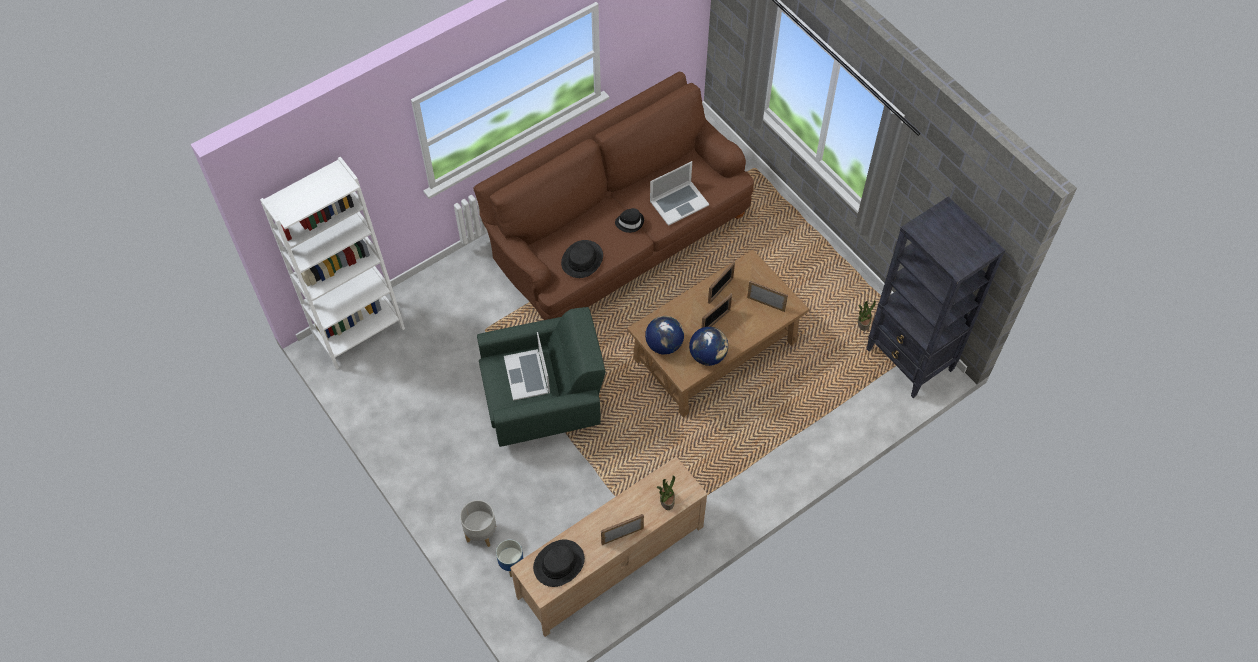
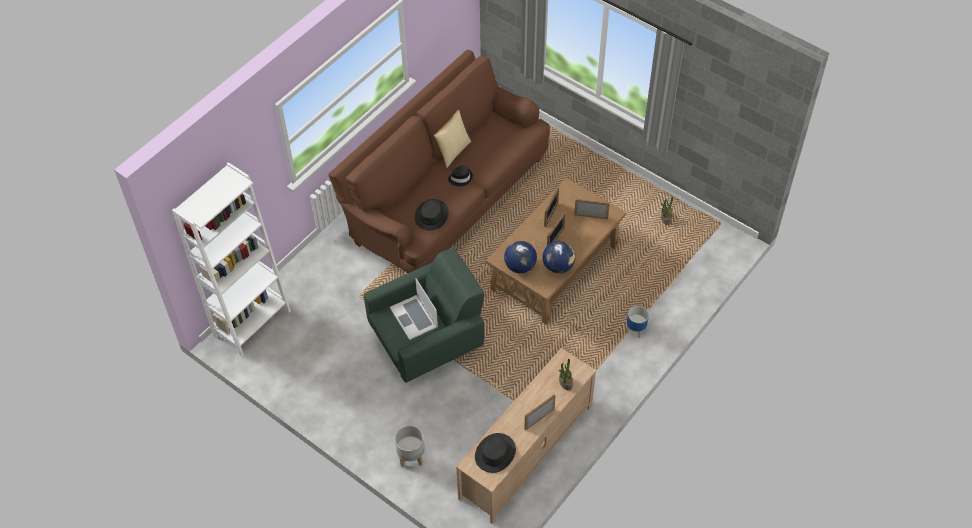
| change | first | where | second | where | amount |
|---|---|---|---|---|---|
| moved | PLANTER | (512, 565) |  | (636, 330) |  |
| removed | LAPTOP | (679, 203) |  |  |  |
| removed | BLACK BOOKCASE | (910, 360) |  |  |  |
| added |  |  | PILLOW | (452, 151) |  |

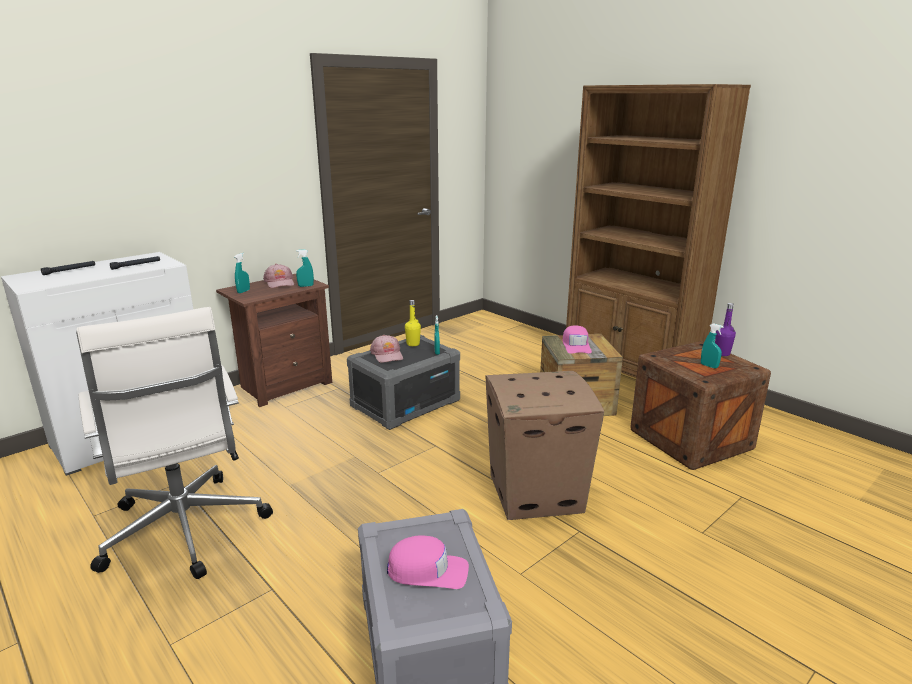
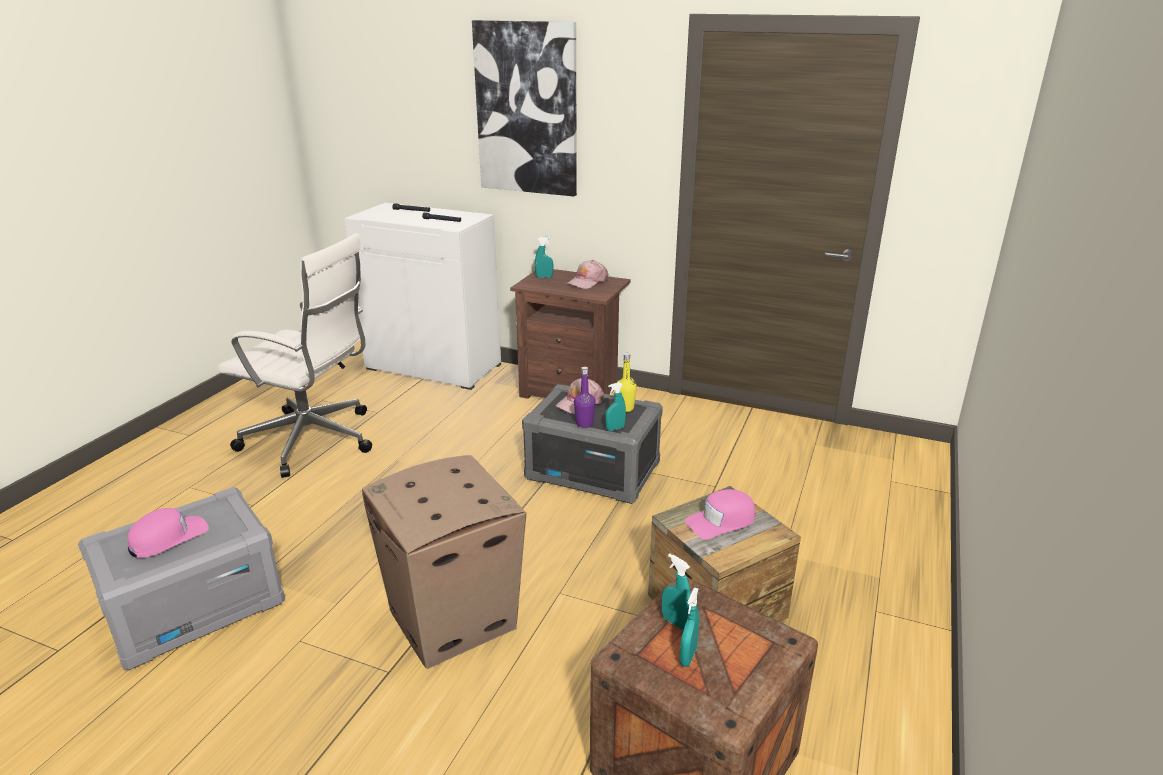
| change | first | where | second | where | amount |
|---|---|---|---|---|---|
| turned | WHITE OFFICE CHAIR | (184, 531) |  | (313, 441) | 105 degrees counterclockwise |
| moved | TURQUOISE SPRAY BOTTLE | (306, 286) |  | (675, 622) |  |
| turned | PINK CAP | (428, 571) |  | (169, 537) | 120 degrees counterclockwise |
| removed | BROWN BOOKCASE | (630, 376) |  |  |  |
| moved | PURPLE BOTTLE | (722, 353) |  | (584, 423) |  |
| added |  |  | PICTURE | (527, 109) |  |

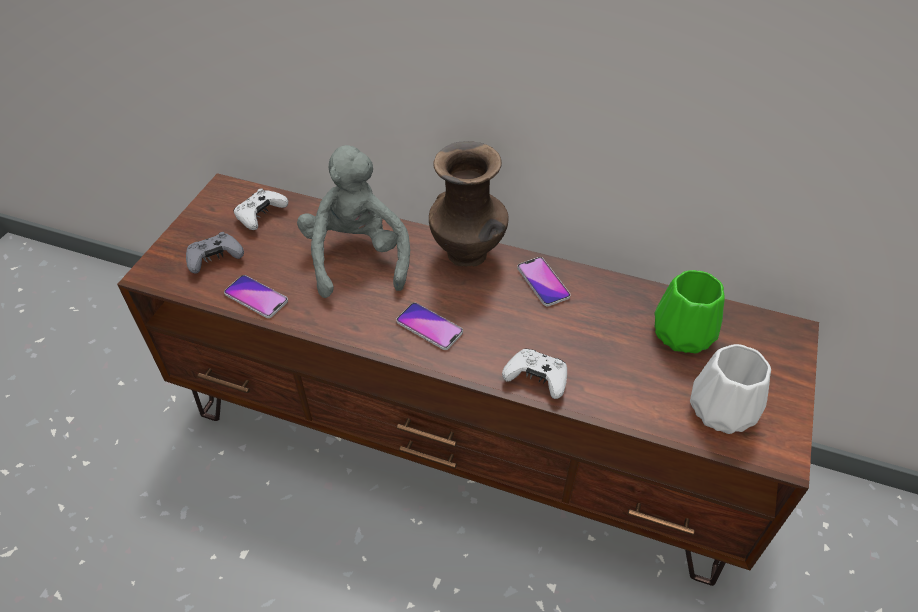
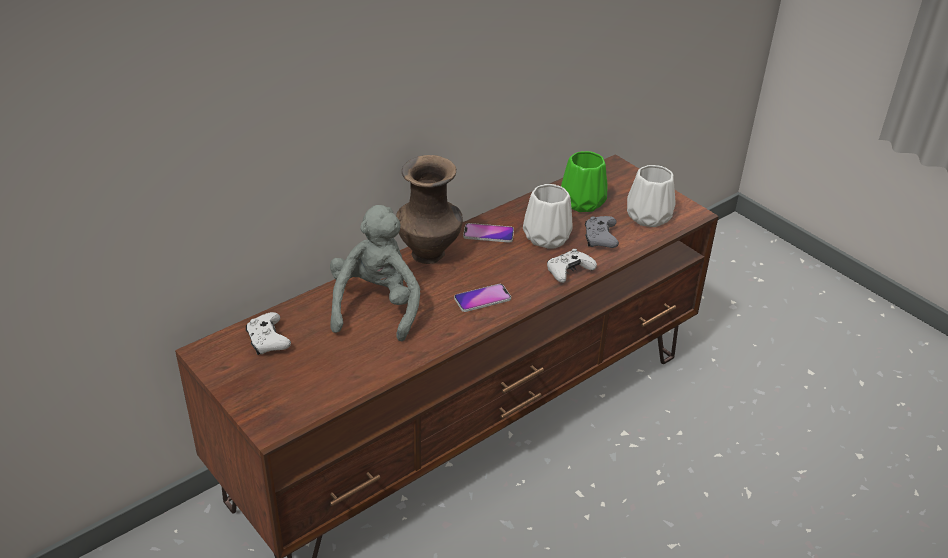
| change | first | where | second | where | amount |
|---|---|---|---|---|---|
| moved | GREY GAME CONTROLLER | (215, 259) |  | (600, 239) |  |
| removed | PHONE | (256, 297) |  |  |  |
| turned | GREY PLUSH TOY | (357, 257) |  | (376, 306) | 75 degrees clockwise |
| added |  |  | WHITE VASE | (548, 237) |  |

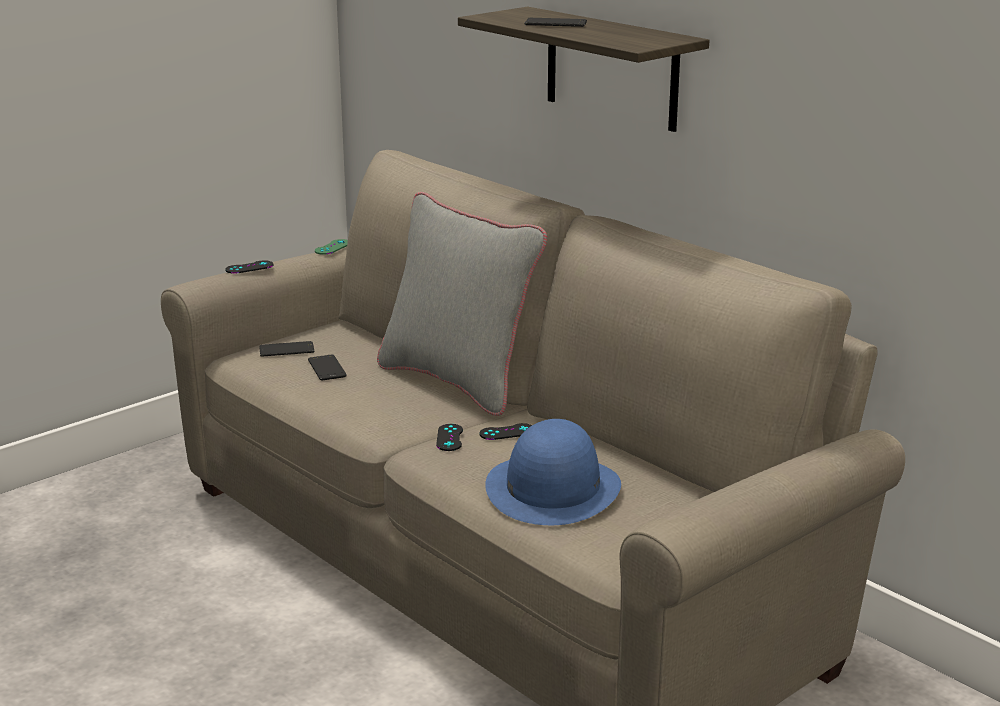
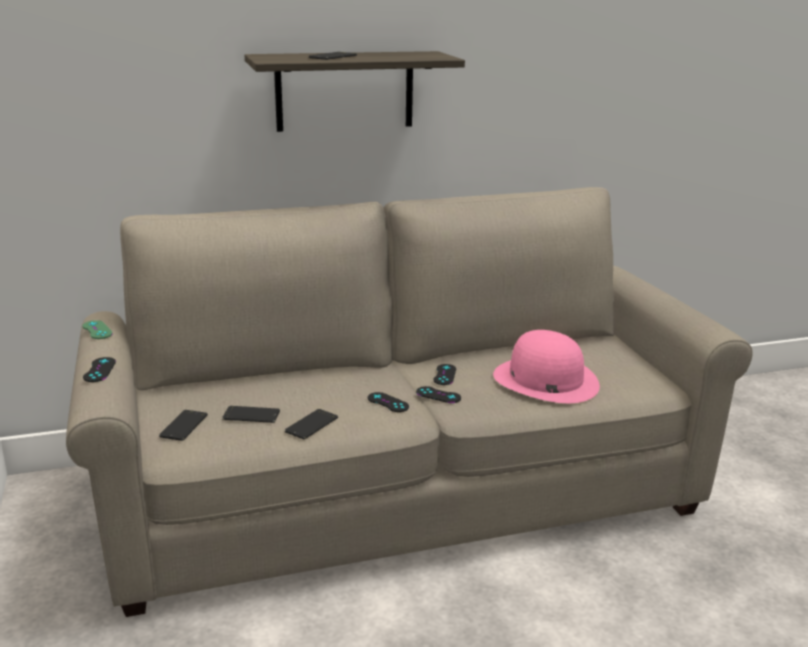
| change | first | where | second | where | amount |
|---|---|---|---|---|---|
| removed | GREY PILLOW | (458, 381) |  |  |  |
| recoloured | BLUE HAT | (552, 488) | PINK HAT | (545, 380) |  |
| added |  |  | PHONE | (312, 425) |  |
| added |  |  | BLACK GAME CONTROLLER | (388, 402) |  |

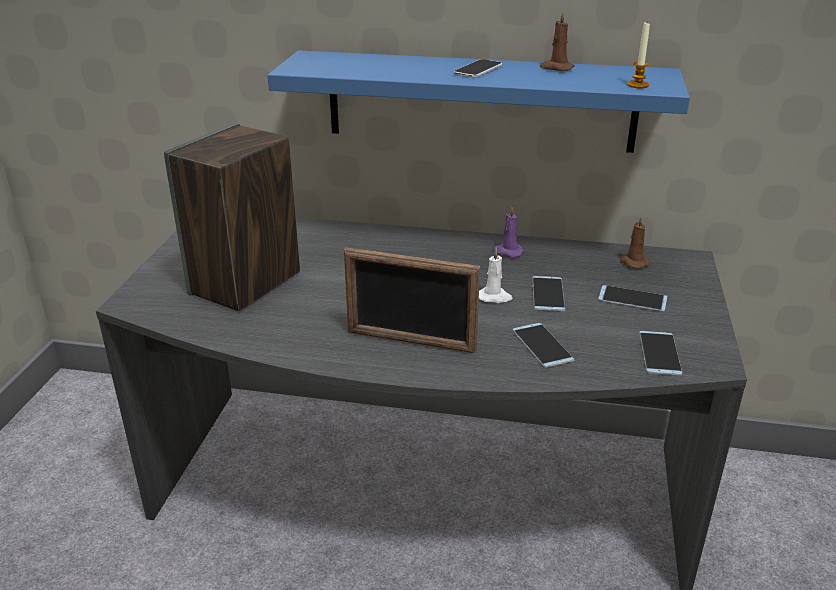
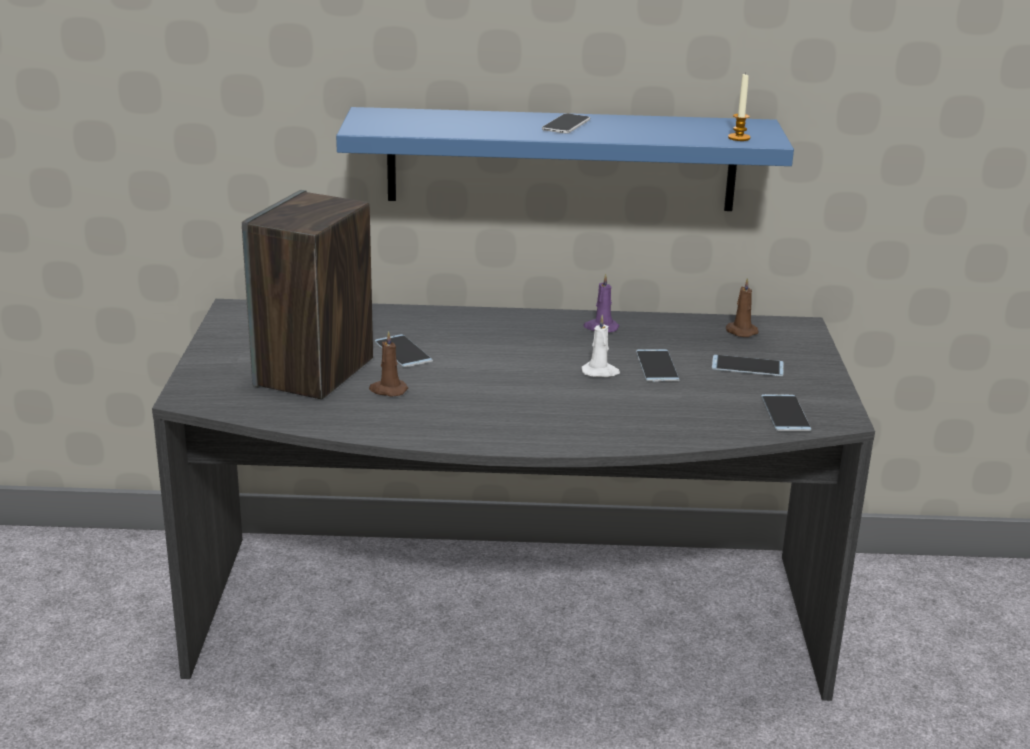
| change | first | where | second | where | amount |
|---|---|---|---|---|---|
| removed | PICTURE FRAME | (410, 341) |  |  |  |
| moved | PHONE | (542, 345) |  | (403, 351) |  |
| moved | BROWN CANDLE | (556, 68) |  | (387, 390) |  |

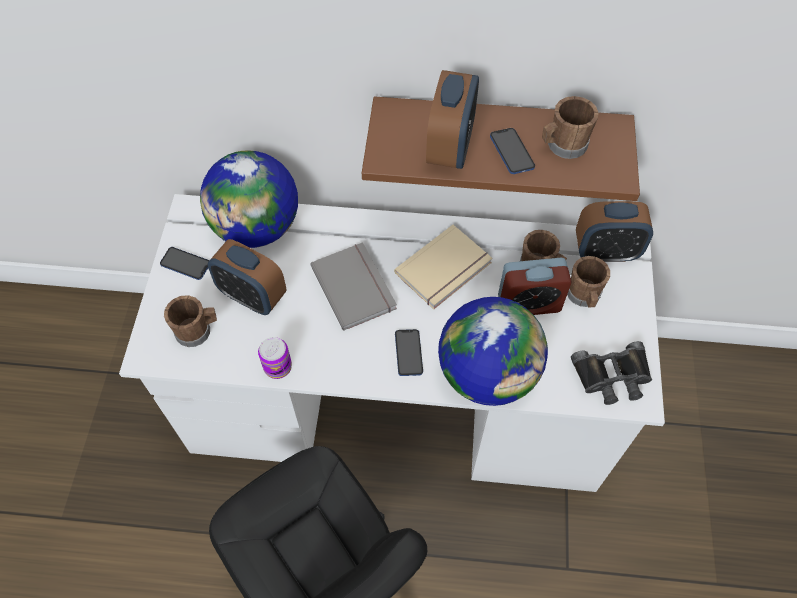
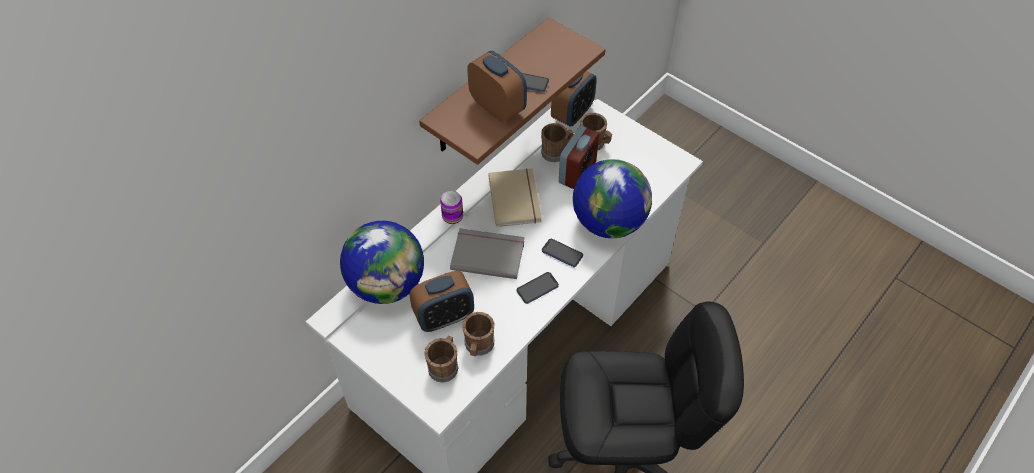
| change | first | where | second | where | amount |
|---|---|---|---|---|---|
| moved | PHONE | (185, 264) |  | (537, 288) |  |
| moved | CAN | (278, 367) |  | (452, 216) |  |
| moved | BROWN MUG | (563, 146) |  | (478, 346) |  |
| removed | BLACK BINOCULARS | (612, 376) |  |  |  |

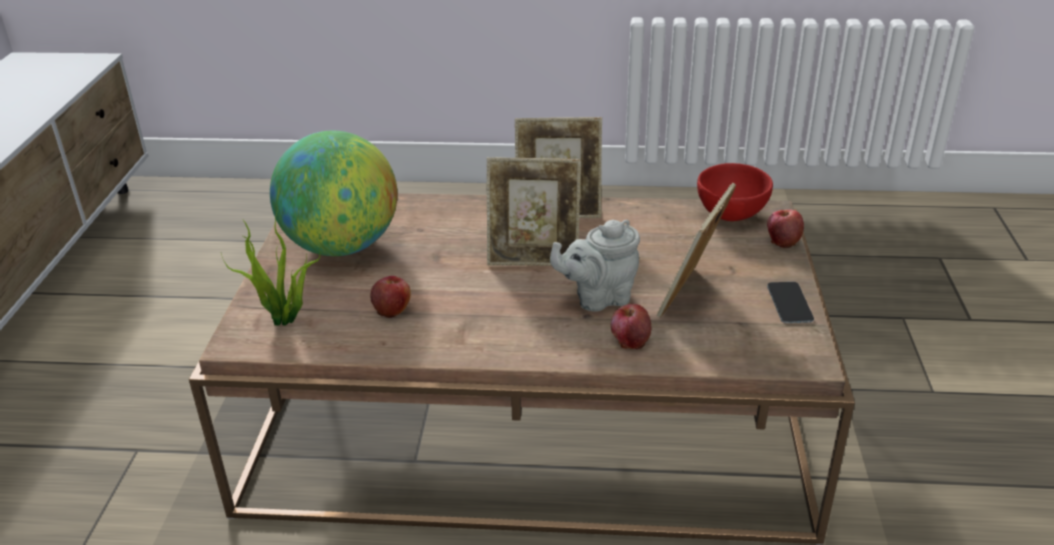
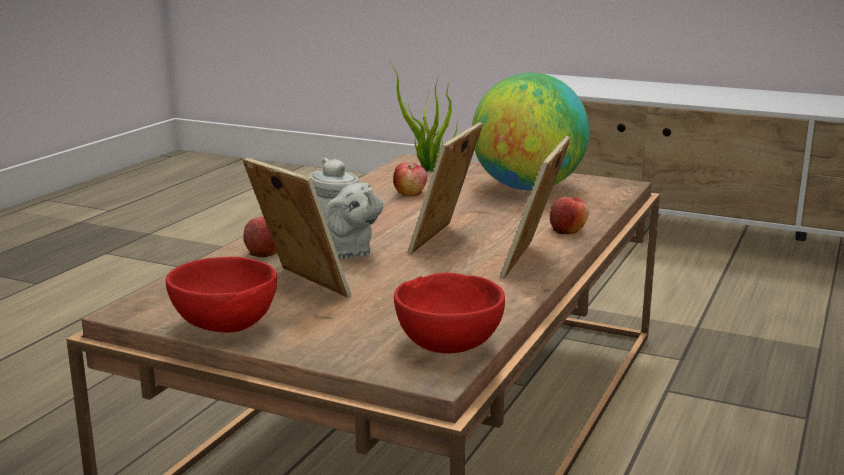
| change | first | where | second | where | amount |
|---|---|---|---|---|---|
| turned | GREY TEAPOT | (598, 298) |  | (344, 252) | 135 degrees clockwise |
| moved | APPLE | (783, 240) |  | (568, 230) |  |
| replaced | PHONE | (789, 303) | RED BOWL | (225, 327) |  |

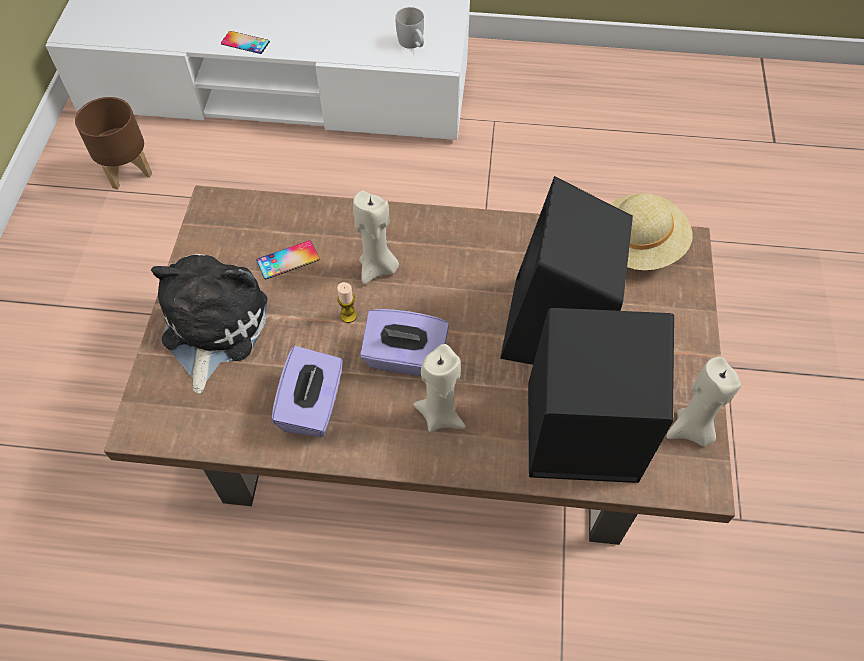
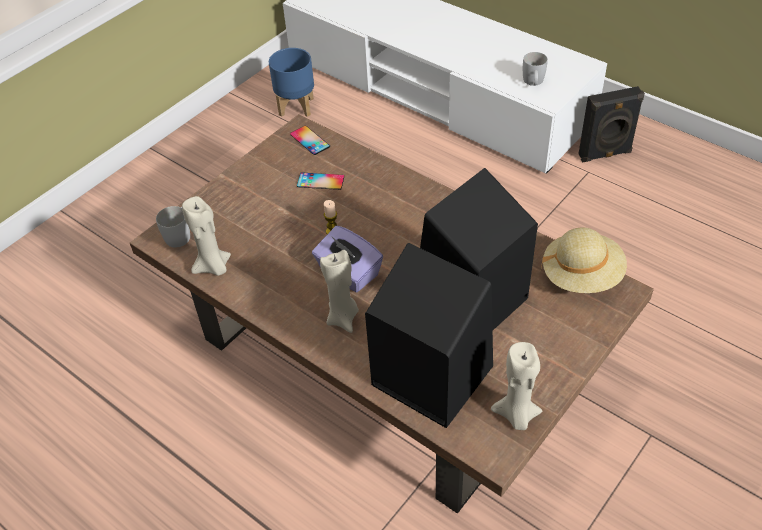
| change | first | where | second | where | amount |
|---|---|---|---|---|---|
| recoloured | BROWN PLANTER | (126, 170) | BLUE PLANTER | (295, 106) |  |
| removed | PLUSH TOY | (212, 328) |  |  |  |
| moved | PHONE | (245, 43) |  | (310, 140) |  |
| removed | PURPLE TISSUE BOX | (313, 406) |  |  |  |
| moved | BEIGE CANDLE | (378, 268) |  | (213, 267) |  |
| added |  |  | WHITE MUG | (180, 235) |  |
| added |  |  | BLACK SPEAKER | (605, 154) |  |

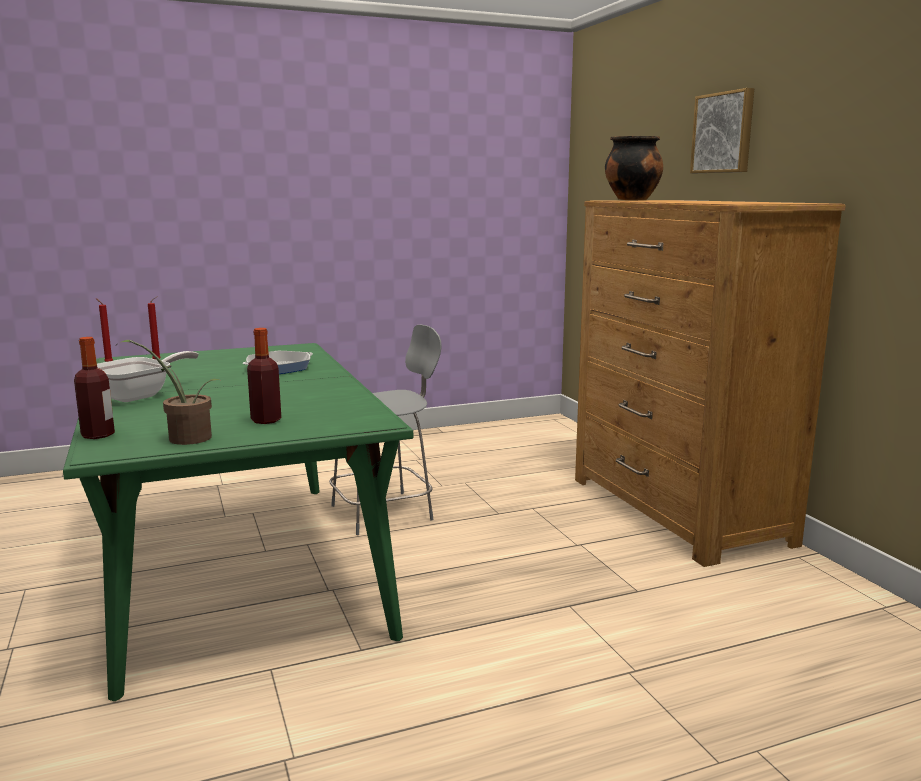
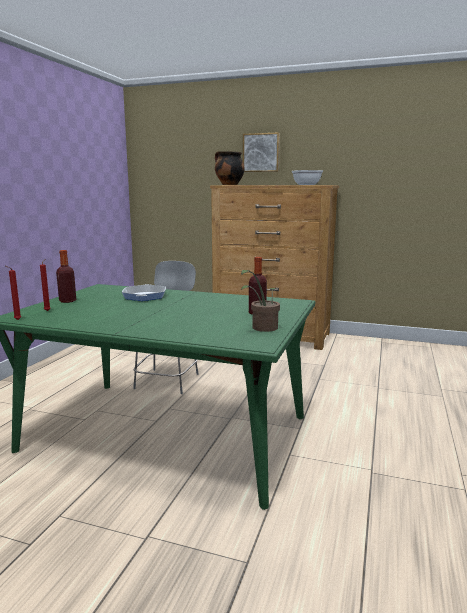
| change | first | where | second | where | amount |
|---|---|---|---|---|---|
| moved | BOTTLE | (98, 435) |  | (67, 301) |  |
| moved | FRYING PAN | (140, 396) |  | (305, 185) |  |

